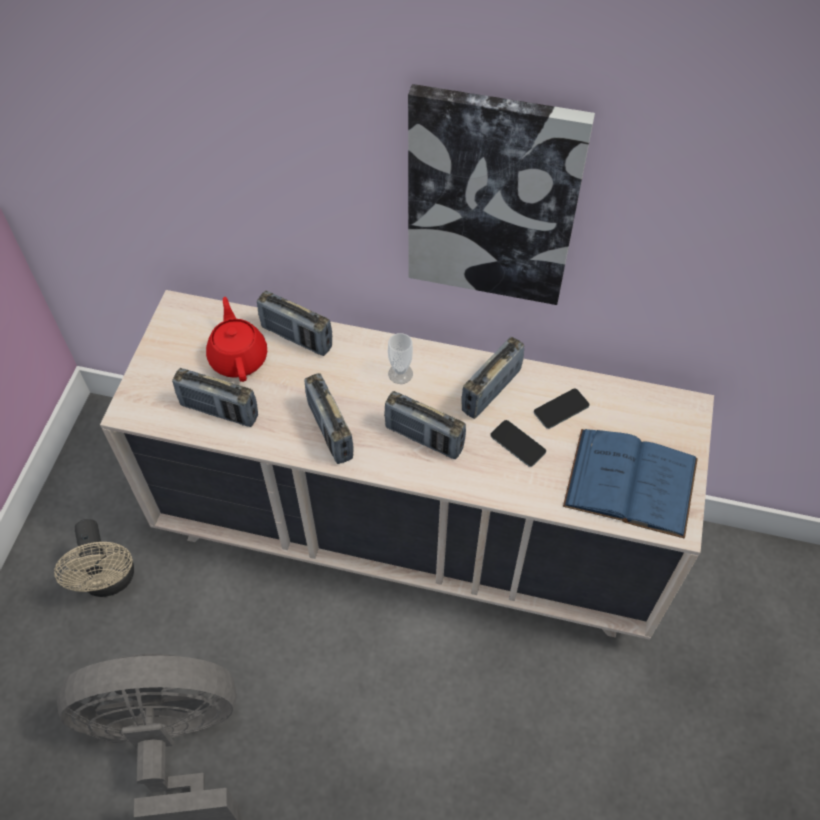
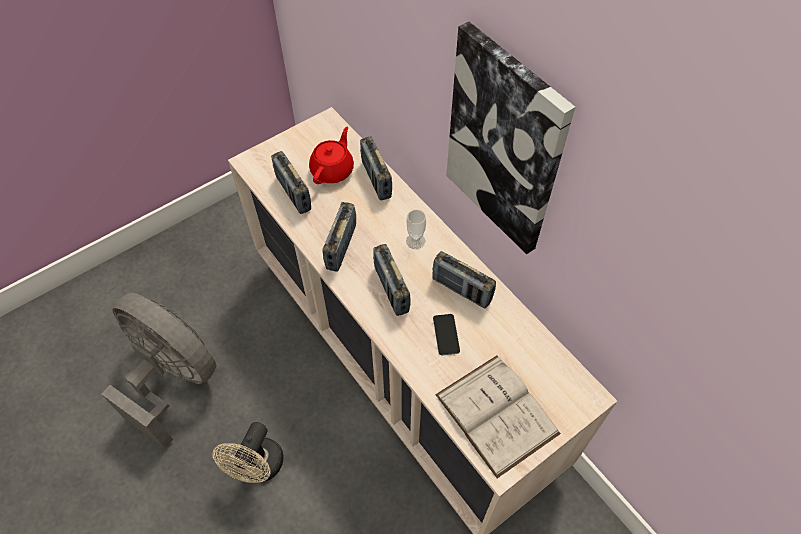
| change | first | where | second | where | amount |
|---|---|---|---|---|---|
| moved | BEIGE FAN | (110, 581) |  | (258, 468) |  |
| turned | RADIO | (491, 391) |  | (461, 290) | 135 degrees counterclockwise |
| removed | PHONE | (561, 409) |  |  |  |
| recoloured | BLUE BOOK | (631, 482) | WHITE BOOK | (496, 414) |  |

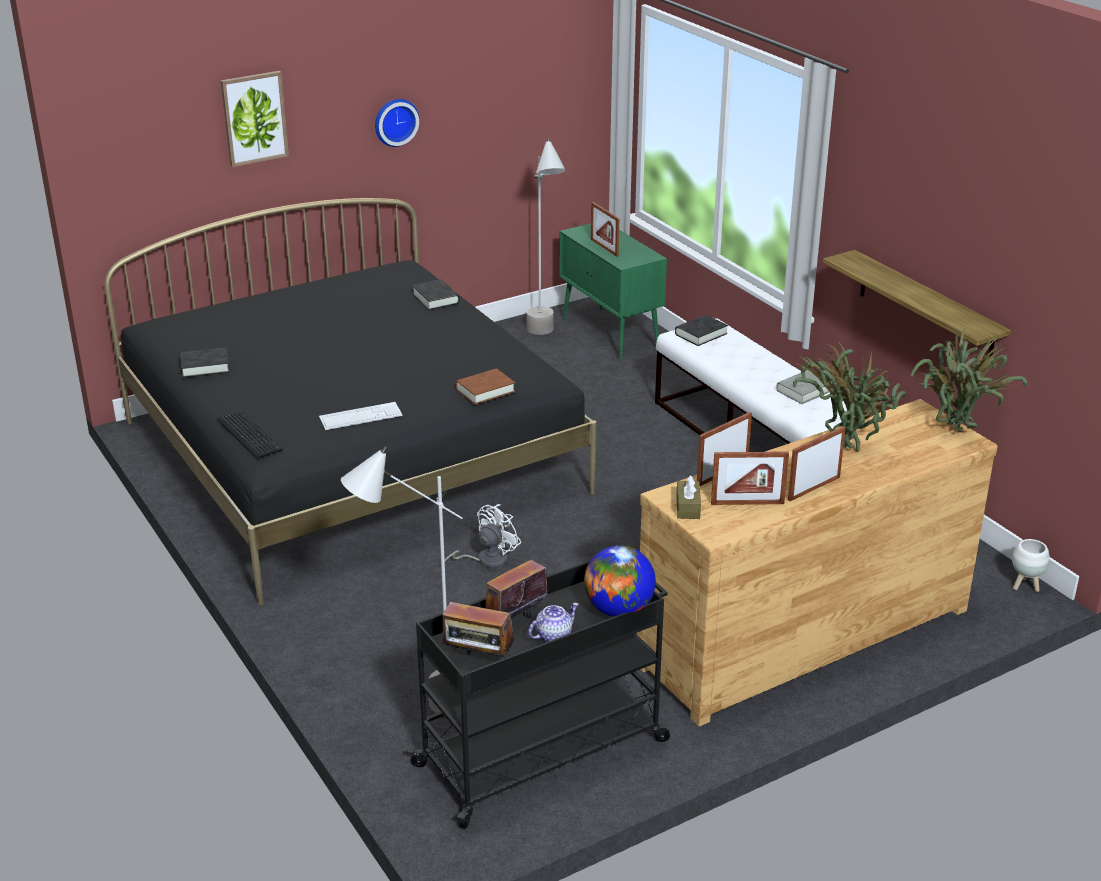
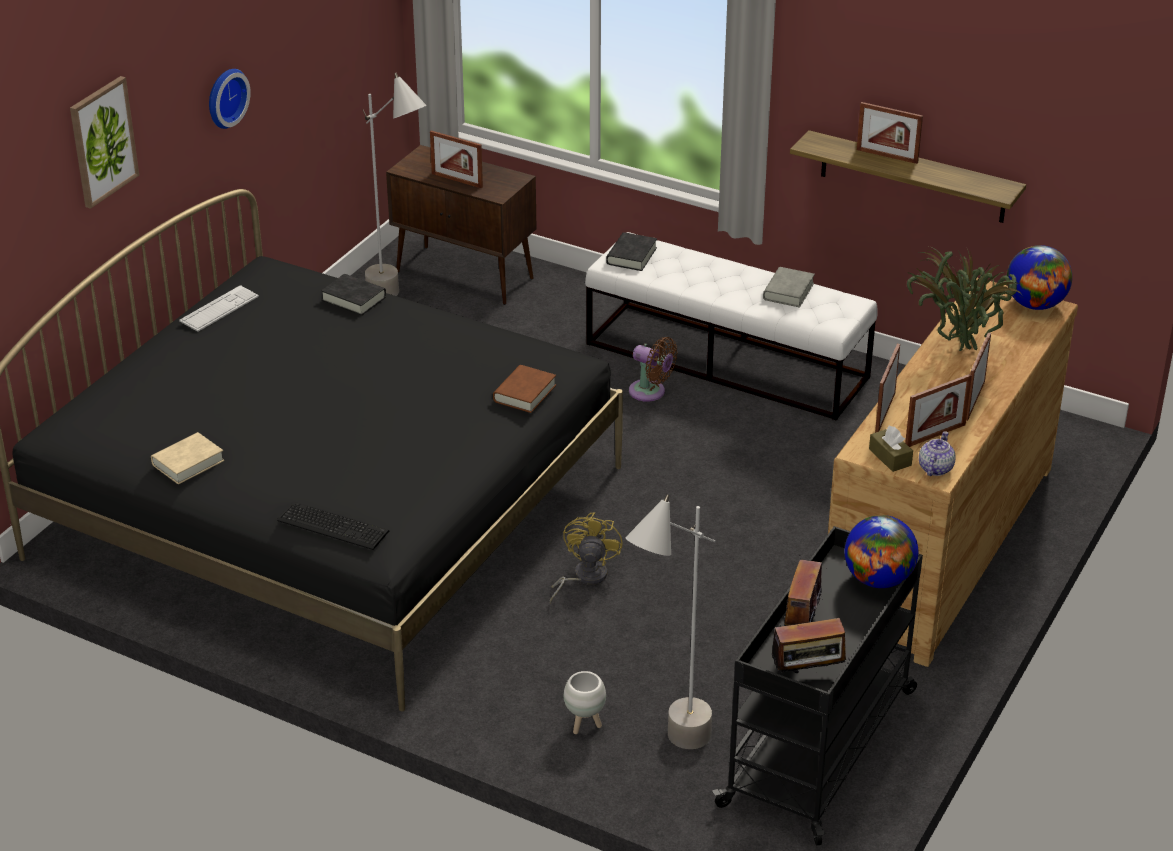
| change | first | where | second | where | amount |
|---|---|---|---|---|---|
| recoloured | BLACK BOOK | (205, 366) | BEIGE BOOK | (188, 463) |  |
| moved | KEYBOARD | (360, 417) |  | (219, 309) |  |
| recoloured | WHITE FAN | (486, 560) | YELLOW FAN | (584, 577) |  |
| moved | TEAPOT | (553, 635) |  | (935, 468) |  |
| recoloured | GREEN CABINET | (611, 334) | BROWN CABINET | (466, 275) |  |
| replaced | POTTED PLANT | (954, 434) | GLOBE | (1035, 304) |  |
| moved | WHITE PLANTER | (1024, 586) |  | (584, 725) |  |
| added |  |  | BROWN FAN | (650, 392) |  |
| added |  |  | PICTURE FRAME | (887, 156) |  |

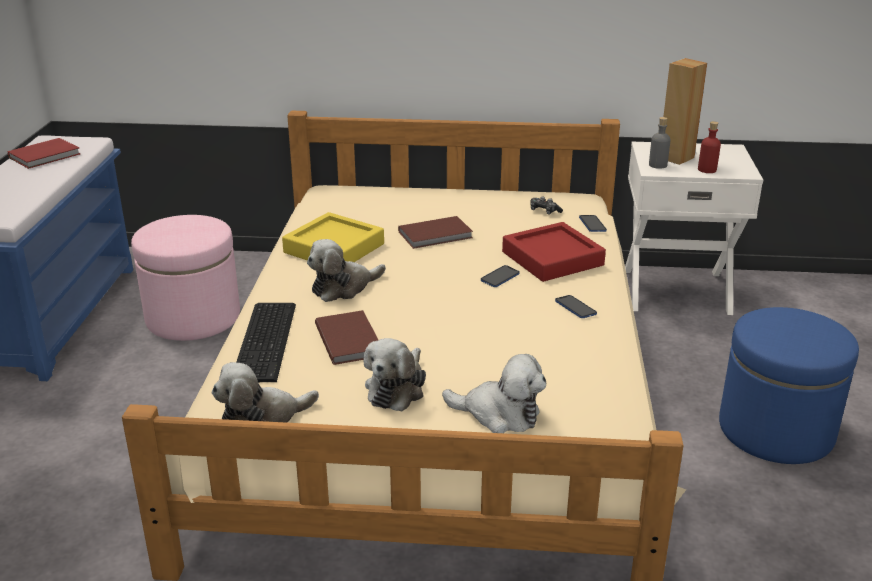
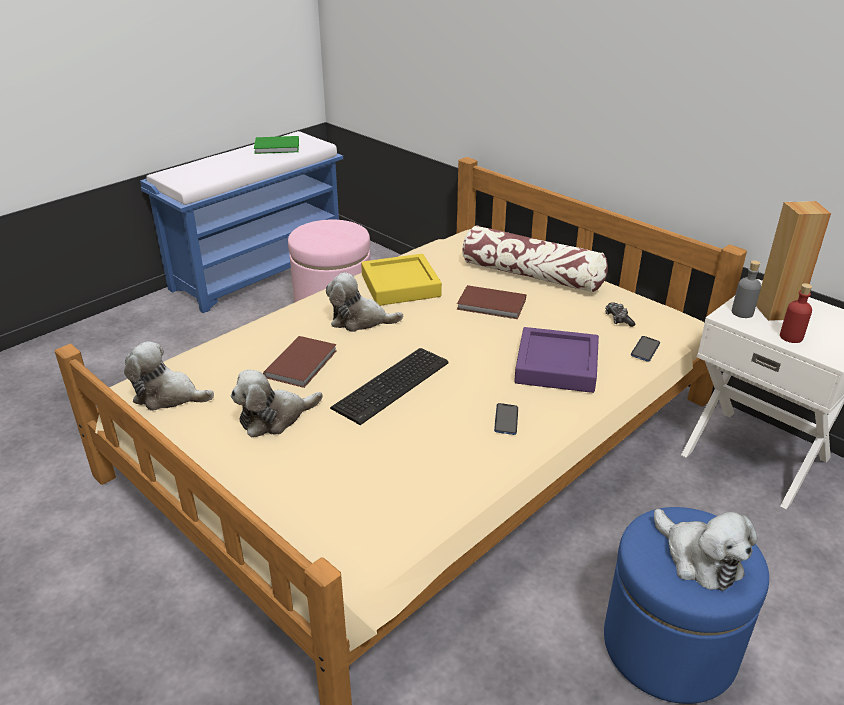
| change | first | where | second | where | amount |
|---|---|---|---|---|---|
| recoloured | RED BOOK | (46, 156) | GREEN BOOK | (278, 147) |  |
| moved | KEYBOARD | (268, 340) |  | (394, 385) |  |
| moved | PLUSH TOY | (499, 414) |  | (699, 559) |  |
| removed | PHONE | (500, 277) |  |  |  |
| recoloured | RED TRAY | (552, 258) | PURPLE TRAY | (556, 366) |  |
| added |  |  | PILLOW | (532, 275) |  |

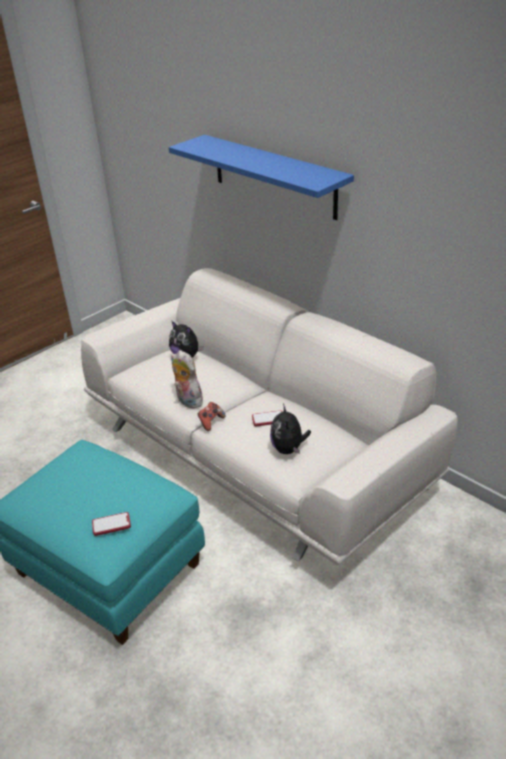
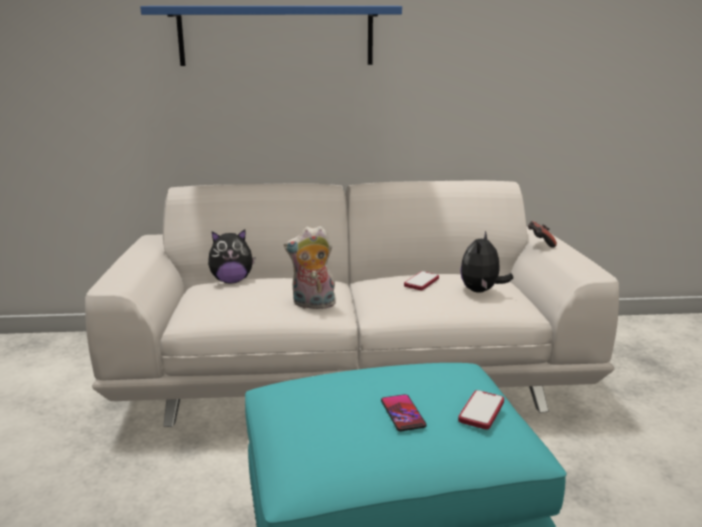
| change | first | where | second | where | amount |
|---|---|---|---|---|---|
| moved | GAME CONTROLLER | (211, 422) |  | (540, 243) |  |
| turned | PLUSH TOY | (288, 449) |  | (481, 291) | 75 degrees clockwise |
| added |  |  | PHONE | (403, 413) |  |

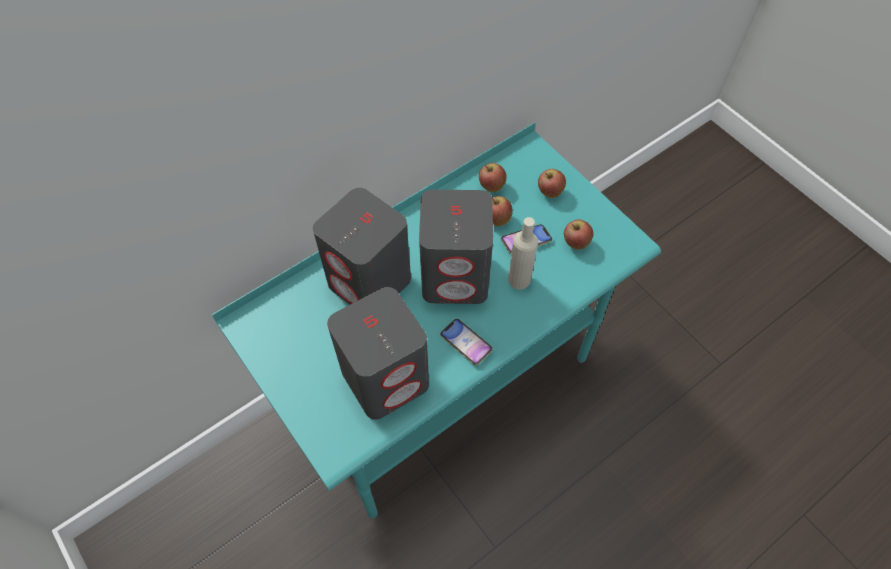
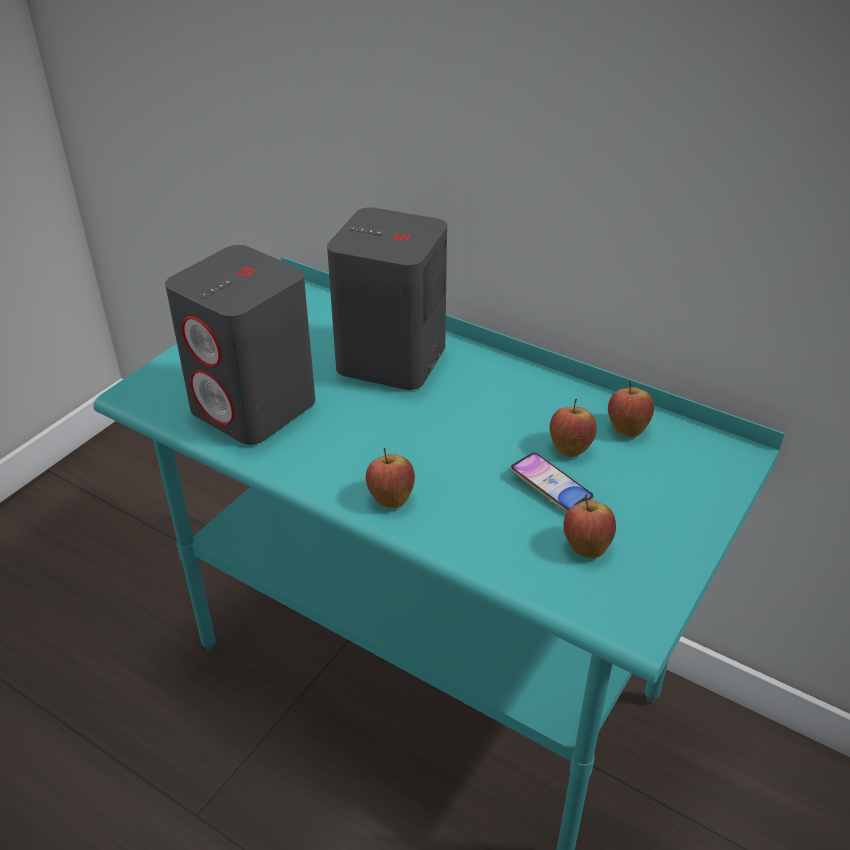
| change | first | where | second | where | amount |
|---|---|---|---|---|---|
| removed | GREY SPEAKER | (456, 276) |  |  |  |
| removed | PHONE | (466, 343) |  |  |  |
| removed | BEIGE BOTTLE | (519, 279) |  |  |  |
| moved | APPLE | (549, 192) |  | (390, 498) |  |

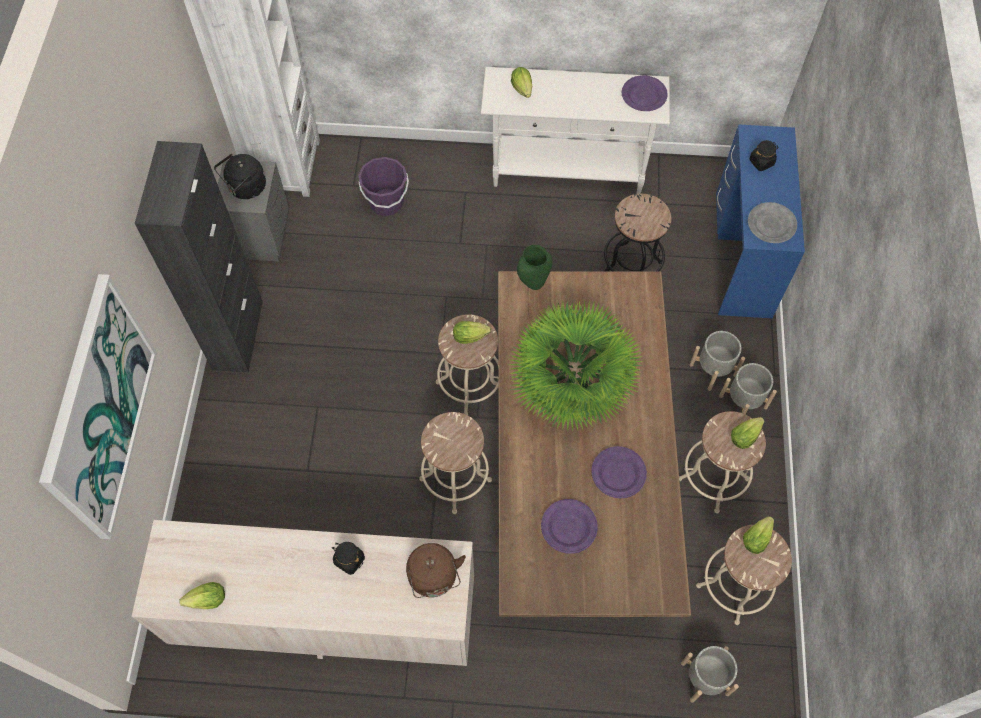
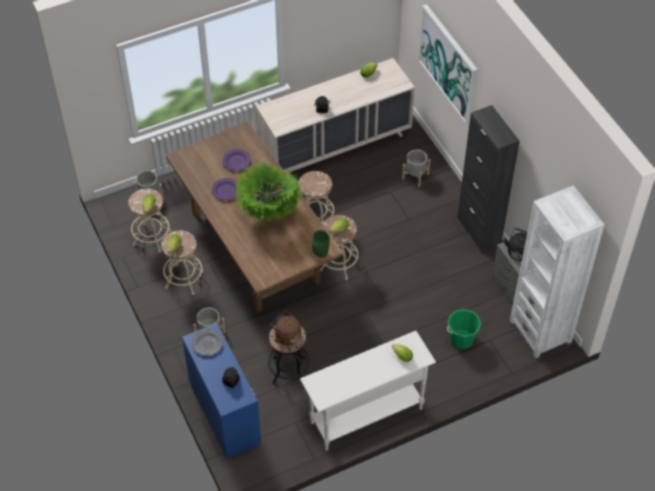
| change | first | where | second | where | amount |
|---|---|---|---|---|---|
| recoloured | PURPLE BUCKET | (386, 202) | GREEN BUCKET | (461, 339) |  |
| moved | BROWN KETTLE | (434, 579) |  | (286, 336) |  |
| removed | PURPLE PLATE | (644, 96) |  |  |  |
| moved | GREY PLANTER | (743, 402) |  | (415, 176) |  |

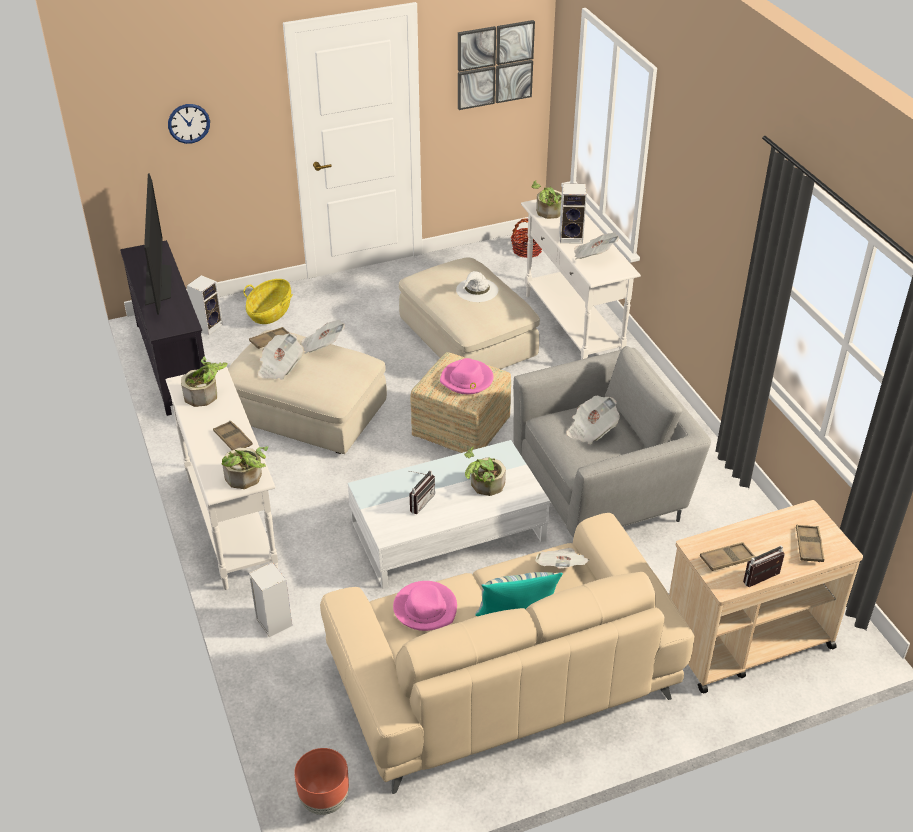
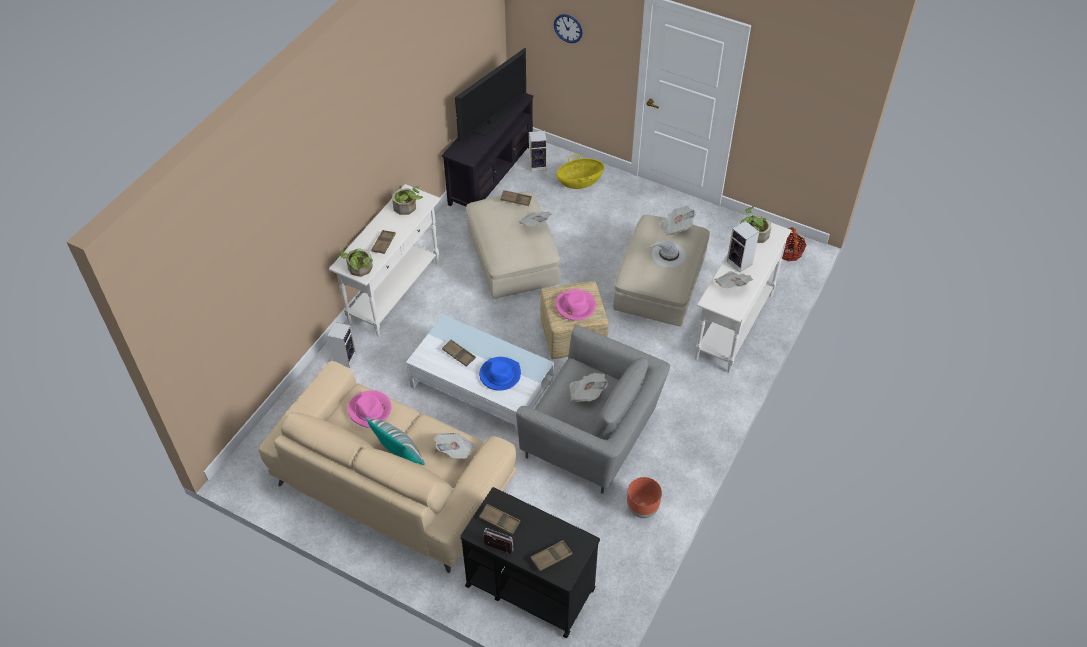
| change | first | where | second | where | amount |
|---|---|---|---|---|---|
| moved | NEWSPAPER | (279, 367) |  | (675, 227) |  |
| moved | BROWN PLANTER | (324, 801) |  | (642, 509) |  |
| replaced | RADIO | (419, 501) | BROWN TRAY | (458, 354) |  |
| removed | PICTURE | (495, 64) |  |  |  |
| replaced | POTTED PLANT | (483, 486) | BLUE HAT | (500, 375) |  |
| recoloured | BEIGE CART | (746, 641) | BLACK CART | (529, 586) |  |

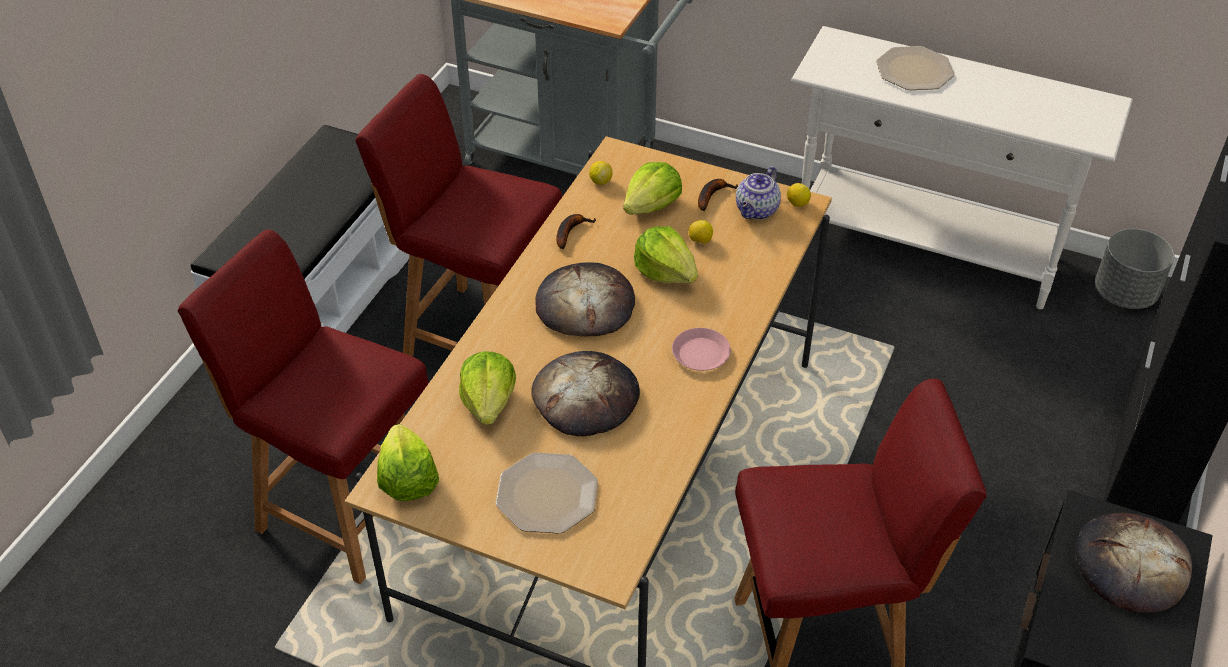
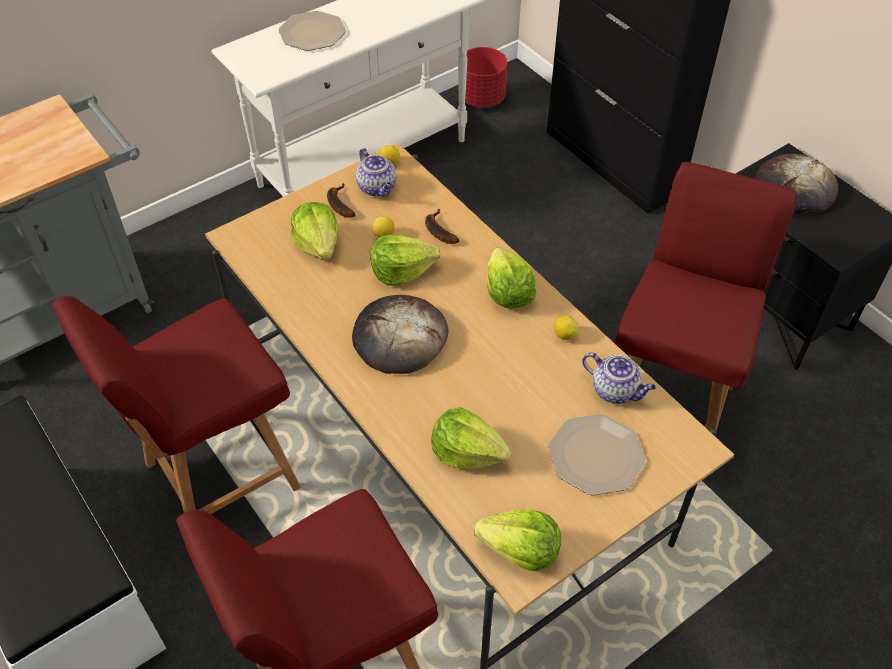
| change | first | where | second | where | amount |
|---|---|---|---|---|---|
| removed | BREAD | (585, 397) |  |  |  |
| moved | BANANA | (570, 232) |  | (437, 231) |  |
| moved | LEMON | (600, 181) |  | (564, 335) |  |
| replaced | PINK PLATE | (700, 354) | LETTUCE | (507, 292) |  |
| recoloured | GREY PLANTER | (1125, 294) | RED PLANTER | (482, 98) |  |
| added |  |  | TEAPOT | (616, 390) |  |

